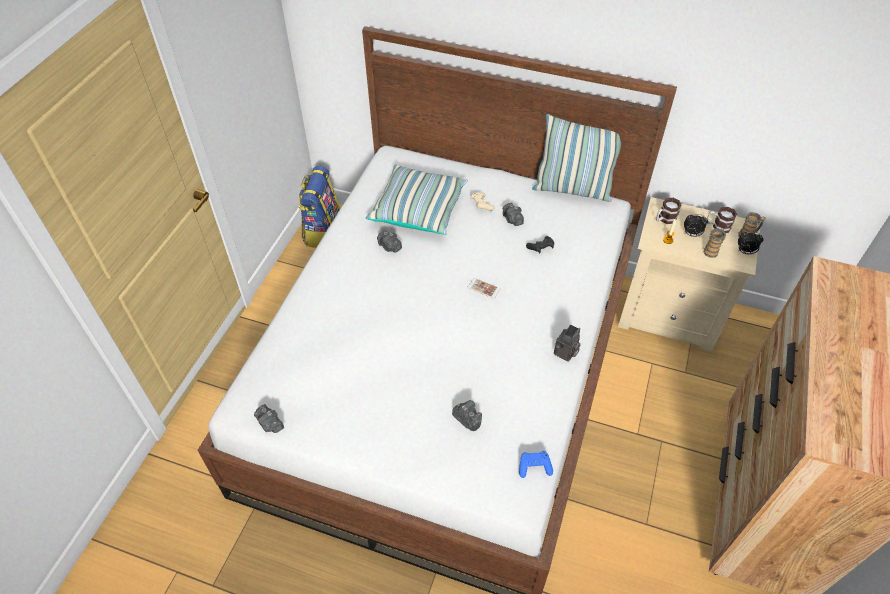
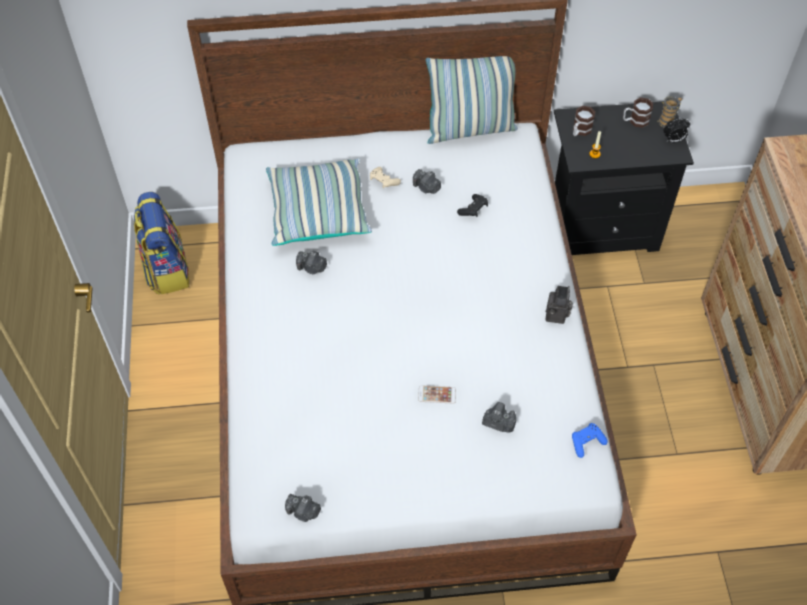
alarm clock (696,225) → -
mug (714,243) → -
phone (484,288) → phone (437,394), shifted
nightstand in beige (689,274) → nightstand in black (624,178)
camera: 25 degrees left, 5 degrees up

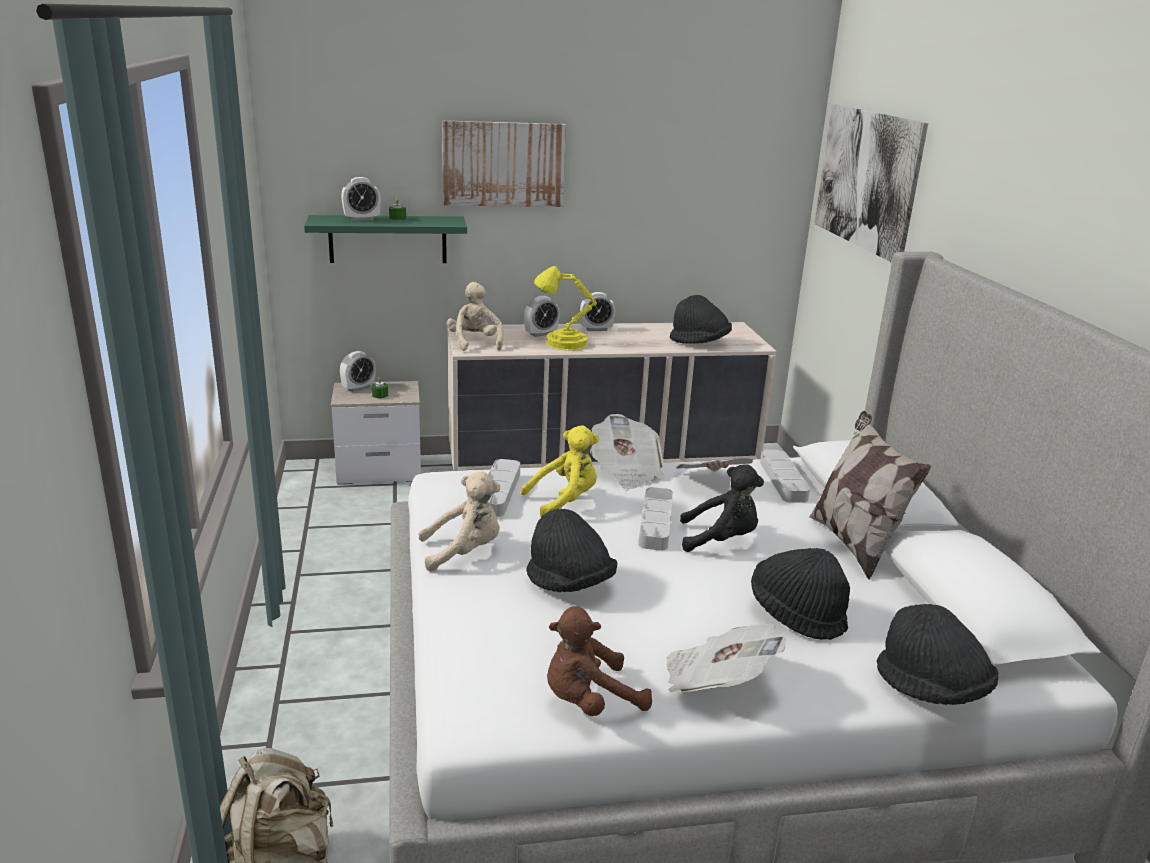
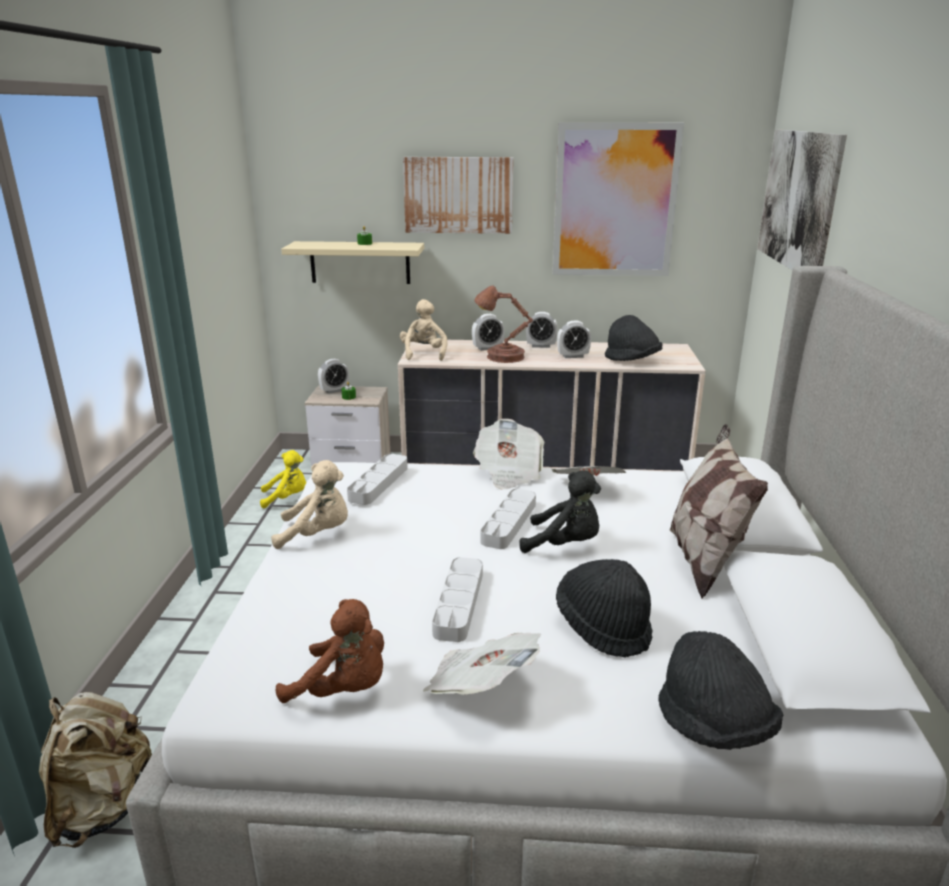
hat in black (571,550) → -
- → picture (618,199)
alarm clock (361,199) → alarm clock (574,339), shifted
plush toy in yellow (560,471) → plush toy in yellow (283,479), shifted
tray in grey (785,476) → tray in grey (457,599), shifted
shelf in green (385,239) → shelf in beige (352,262)
table lamp in yellow (565,308) → table lamp in brown (503,324)
plush toy in brown (599,661) → plush toy in brown (330,651), 150 degrees counterclockwise
camera: 15 degrees right, 0 degrees up

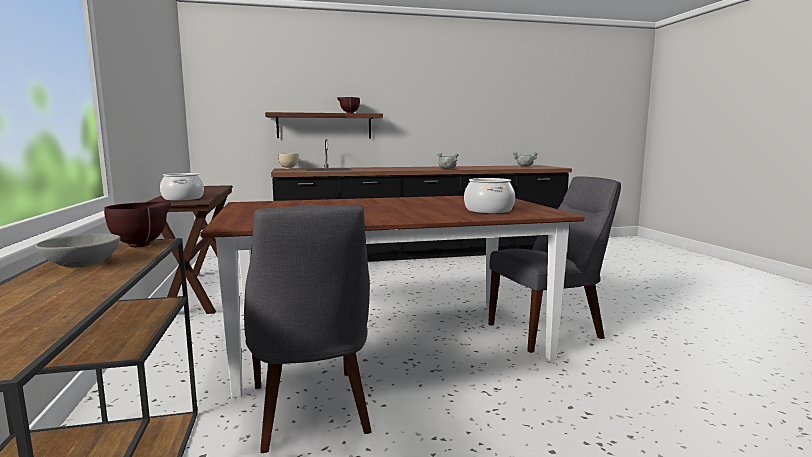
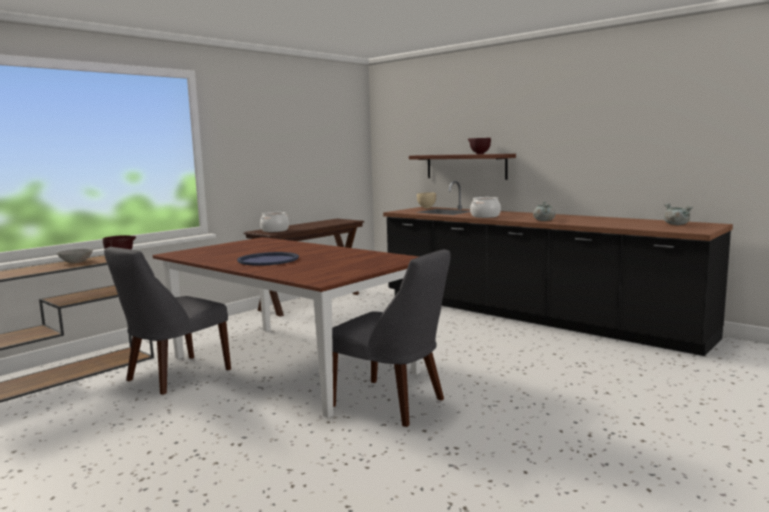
- → tray in blue (268,259)
cooking pot (489,196) → cooking pot (485,207), shifted
camera: 55 degrees right, 0 degrees up

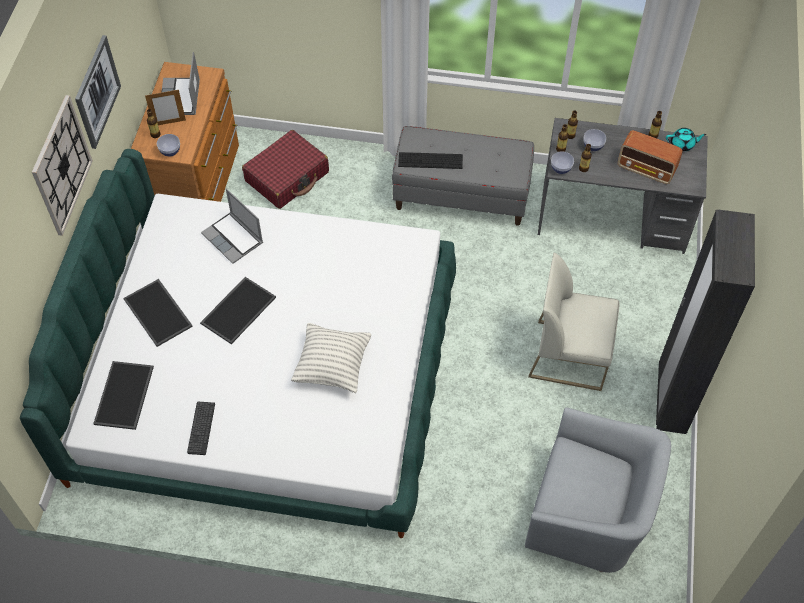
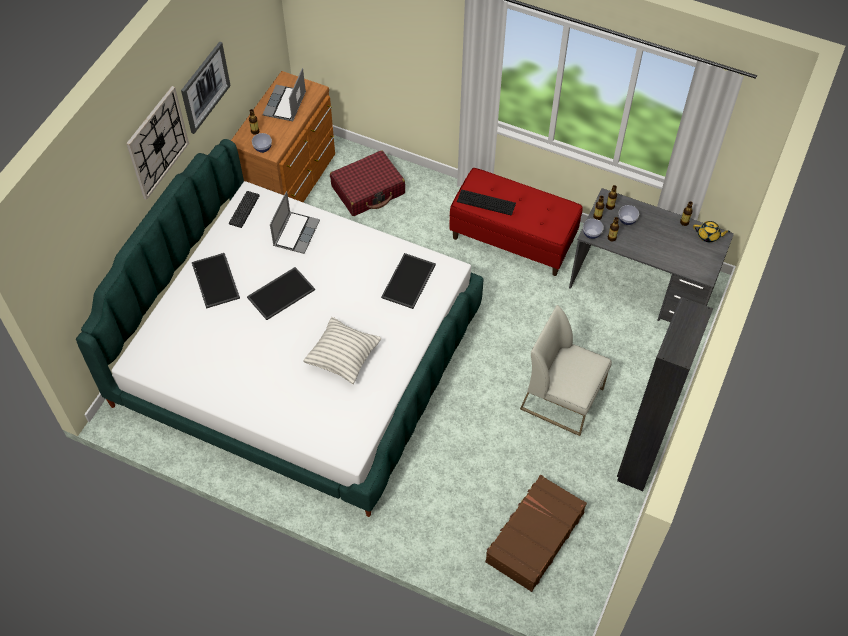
picture frame (165,107) → -
radio (650,157) → -
tray (123,395) → tray (408,281), shifted
keyboard (201,428) → keyboard (244,209), shifted
armchair in grey (598,490) → suitcase in brown (536,533)
bench in grey (463,176) → bench in red (516,222)
teapot in turquoise (686,139) → teapot in yellow (711,231)
laptop (232,226) → laptop (295,222), 135 degrees counterclockwise
camera: 15 degrees right, 0 degrees up

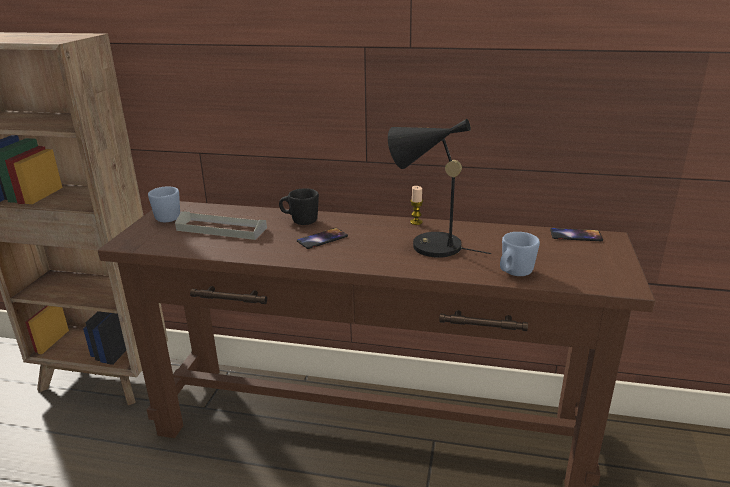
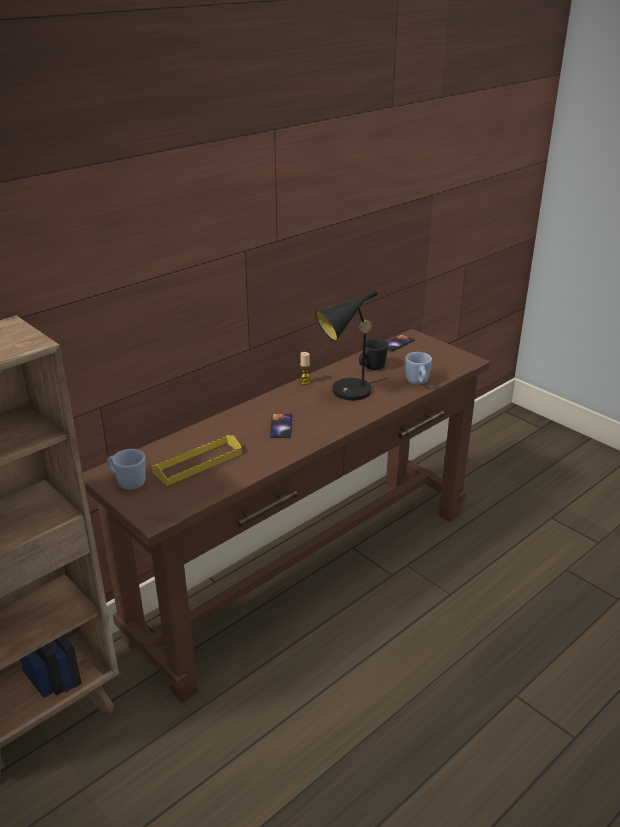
mug in black (299,206) → mug in black (373,354), shifted
tray in grey (221,225) → tray in yellow (197,460)
camera: 55 degrees left, 5 degrees up

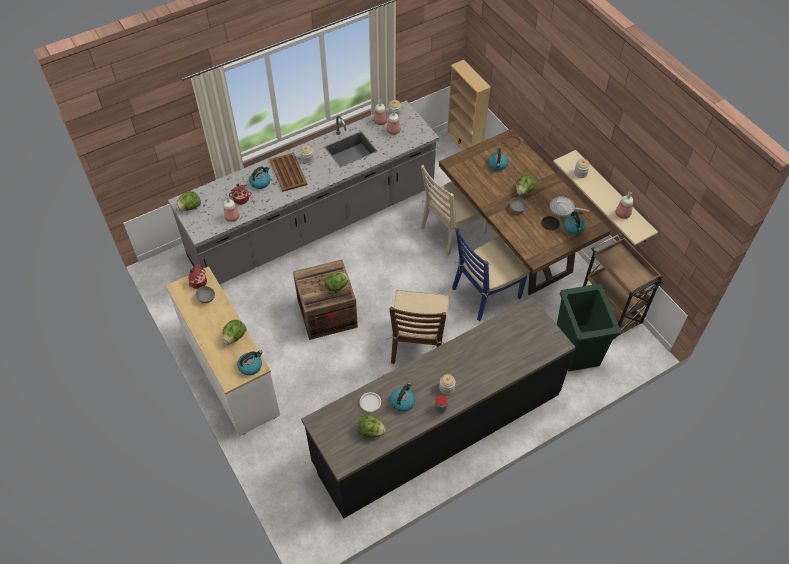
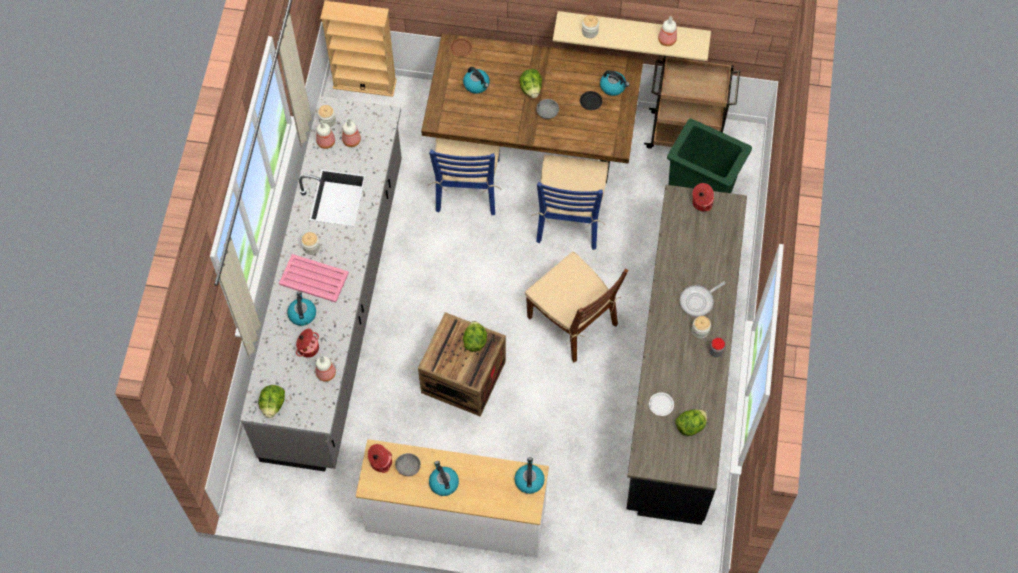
lettuce (234,332) → -
- → cooking pot (703,197)
kettle (402,397) → kettle (444,478), shifted
frying pan (569,206) → frying pan (703,299), shifted
tray in brown (288,172) → tray in pink (314,278)
chair in beige (454,210) → chair in blue (465,176)
camera: 50 degrees left, 10 degrees up

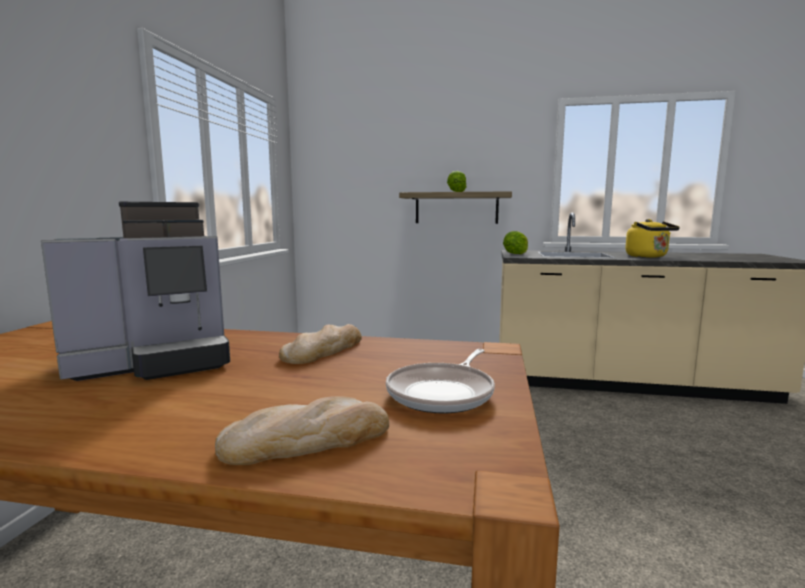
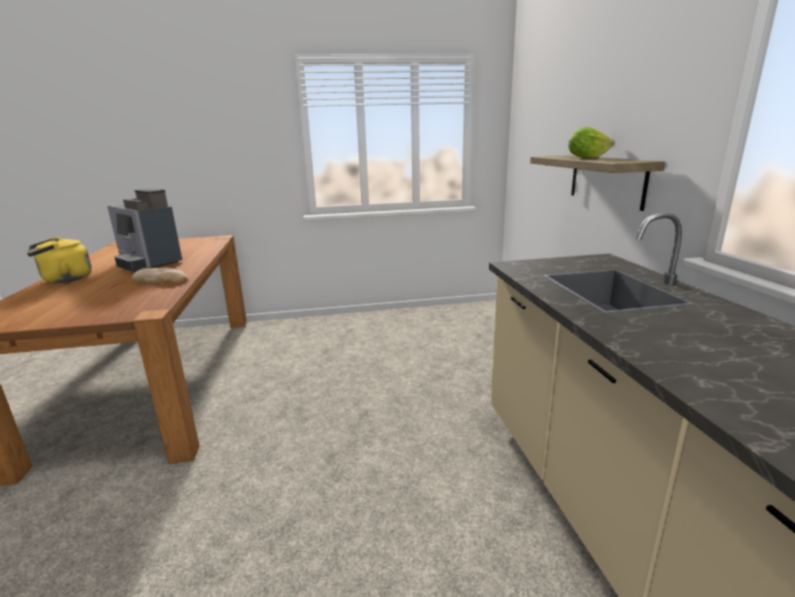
bread (302,430) → -
frying pan (440,381) → -
lettuce (515,242) → -
kettle in yellow (652,238) → kettle in yellow (59,260), shifted
camera: 70 degrees right, 10 degrees up

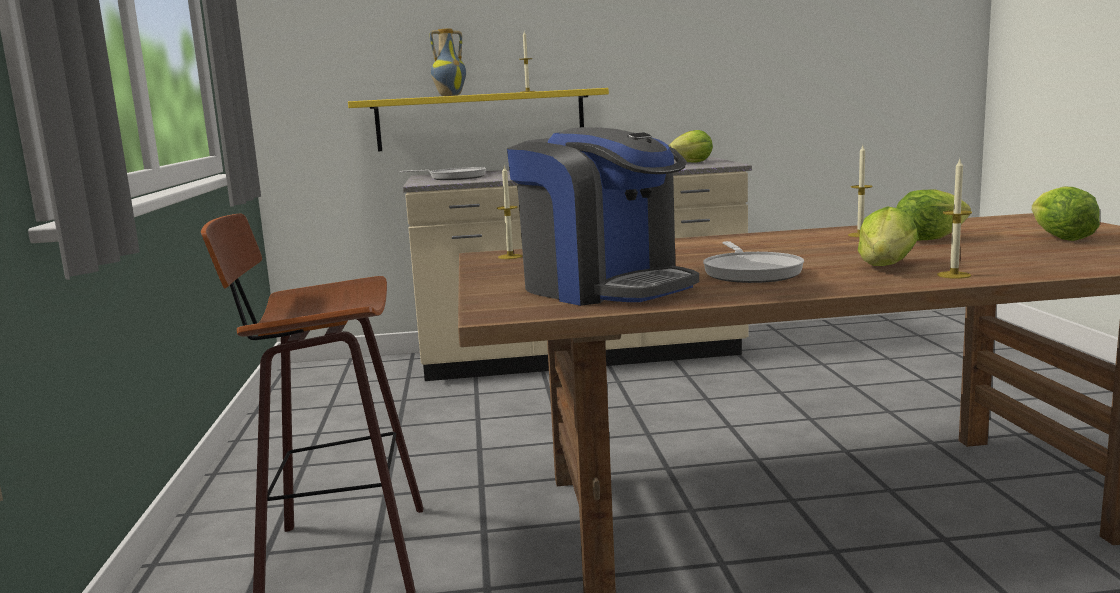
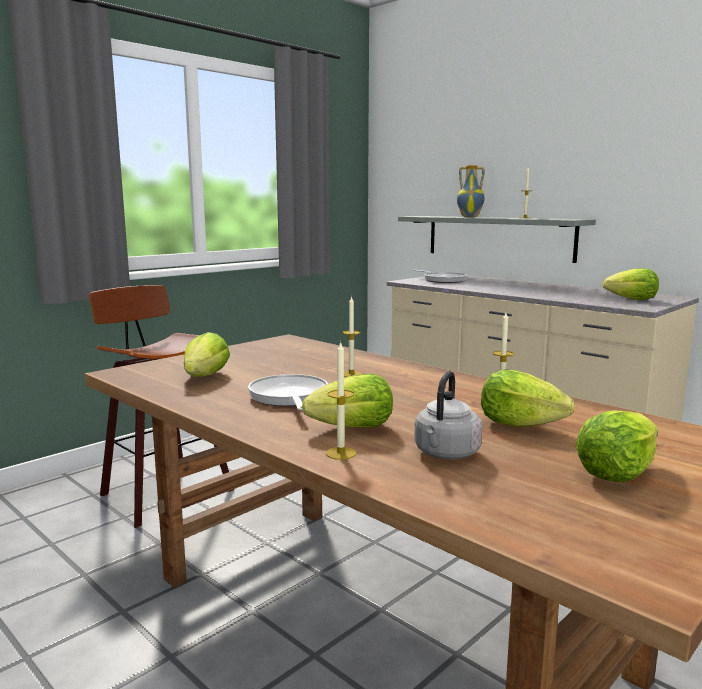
- → kettle in grey (448,415)
candle (509,212) → candle (352,336), shifted
coffee machine (603,216) → lettuce (207,354)
shelf in yellow (478,119) → shelf in grey (497,239)
frying pan (753,262) → frying pan (288,392), 120 degrees clockwise
camera: 50 degrees right, 0 degrees up

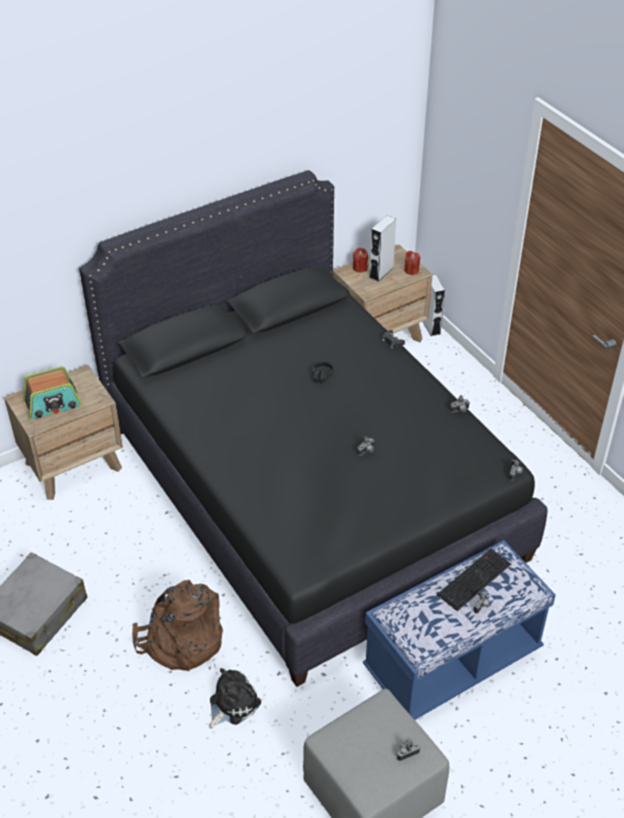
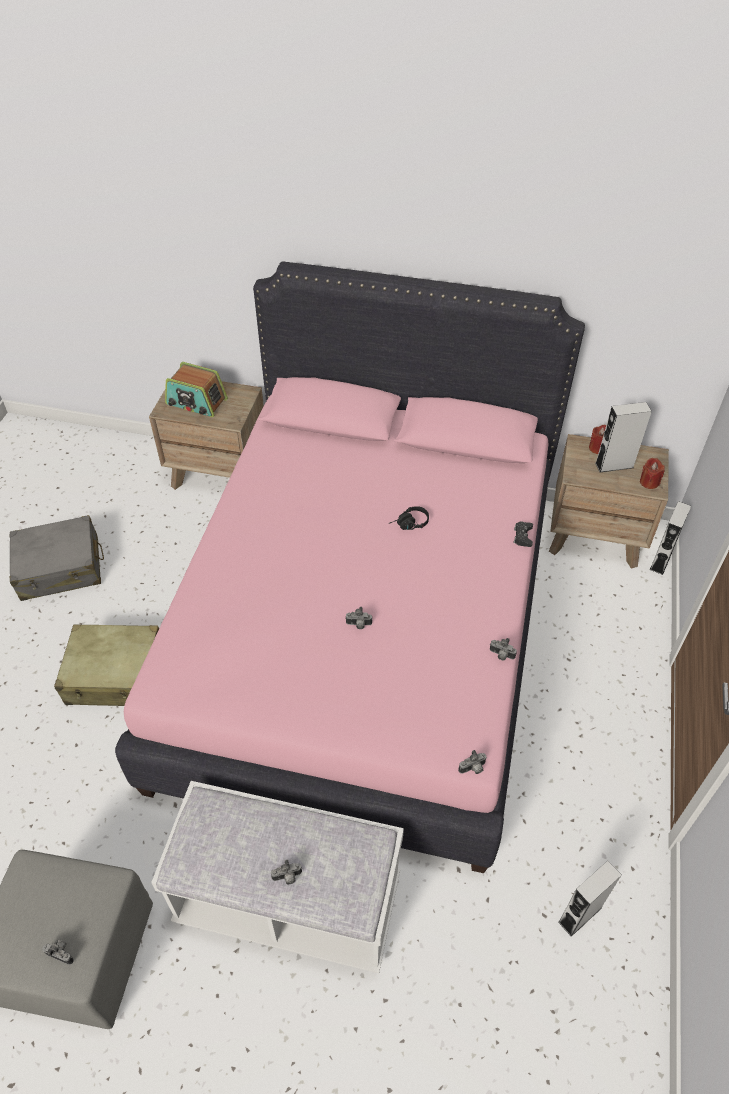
plush toy (235,698) → -
keyboard (474,580) → -
- → speaker in grey (589,899)
backpack in brown (177,625) → suitcase in beige (106,665)
bed in black (313,428) → bed in pink (350,567)
bench in blue (459,630) → bench in white (277,877)
camera: 45 degrees right, 5 degrees up

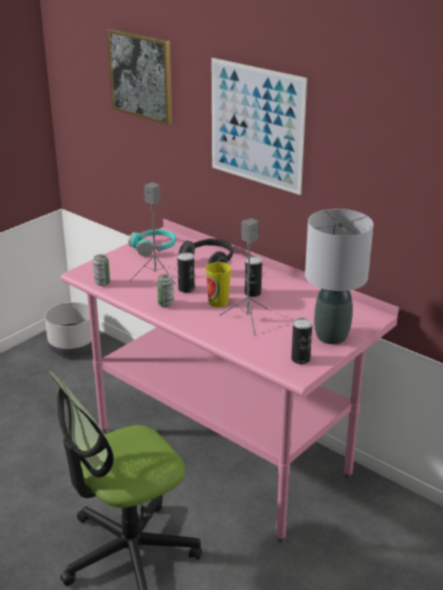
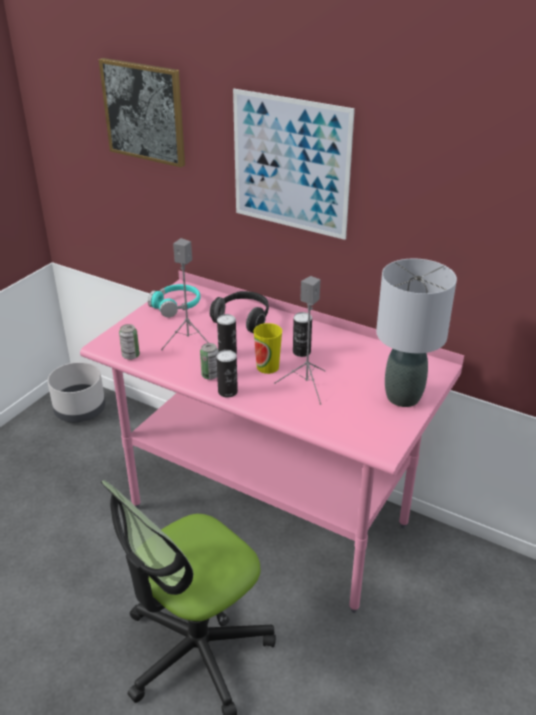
can (301,341) → can (227,374), shifted
camera: 10 degrees left, 5 degrees up

